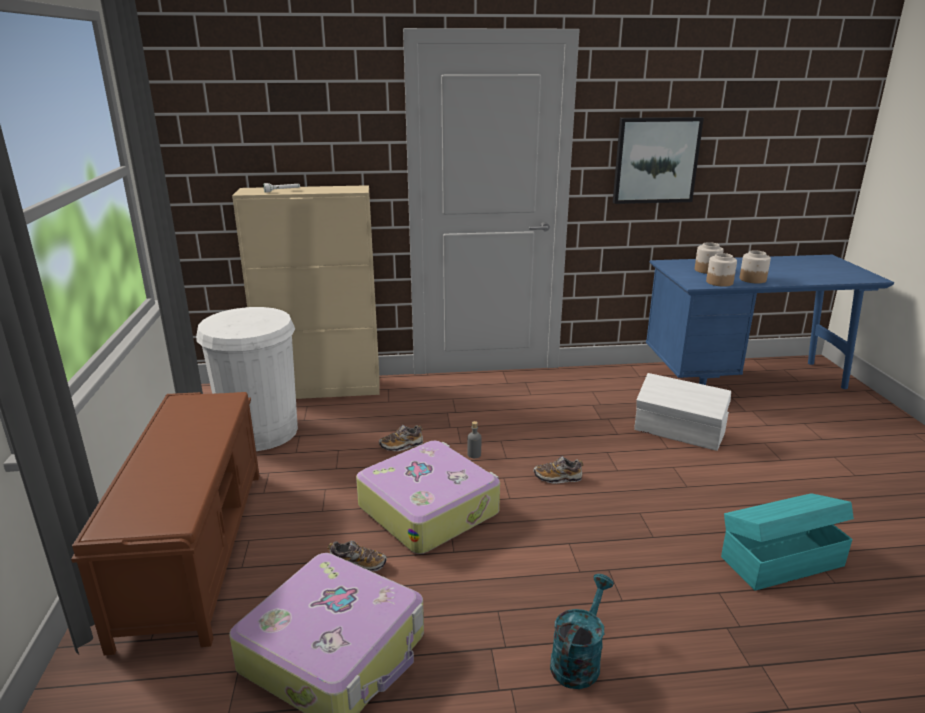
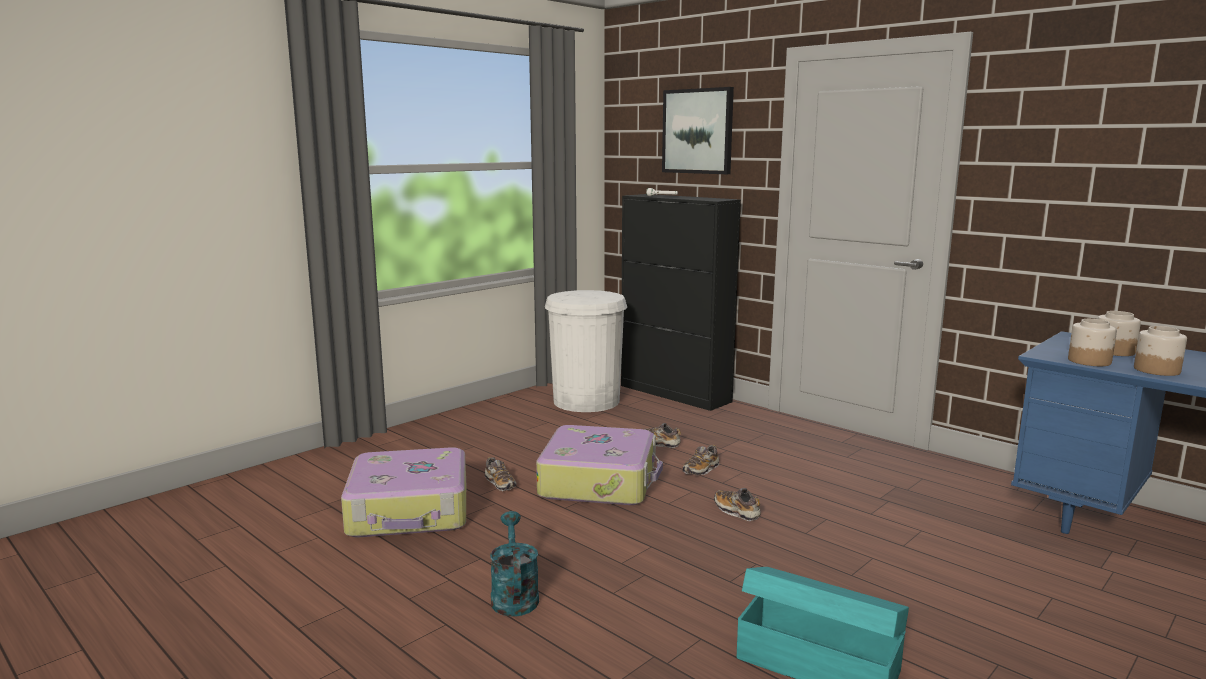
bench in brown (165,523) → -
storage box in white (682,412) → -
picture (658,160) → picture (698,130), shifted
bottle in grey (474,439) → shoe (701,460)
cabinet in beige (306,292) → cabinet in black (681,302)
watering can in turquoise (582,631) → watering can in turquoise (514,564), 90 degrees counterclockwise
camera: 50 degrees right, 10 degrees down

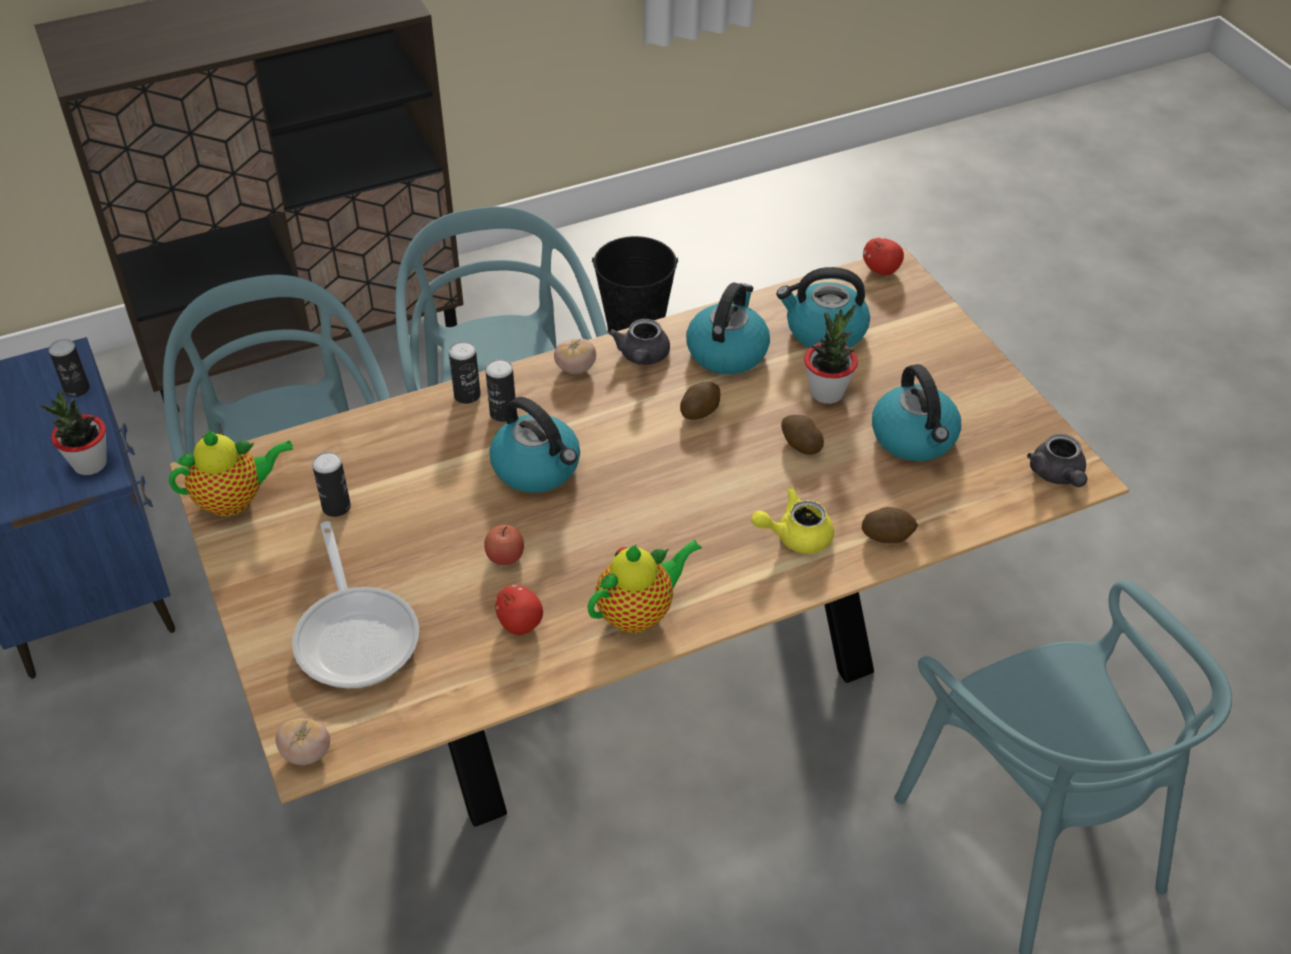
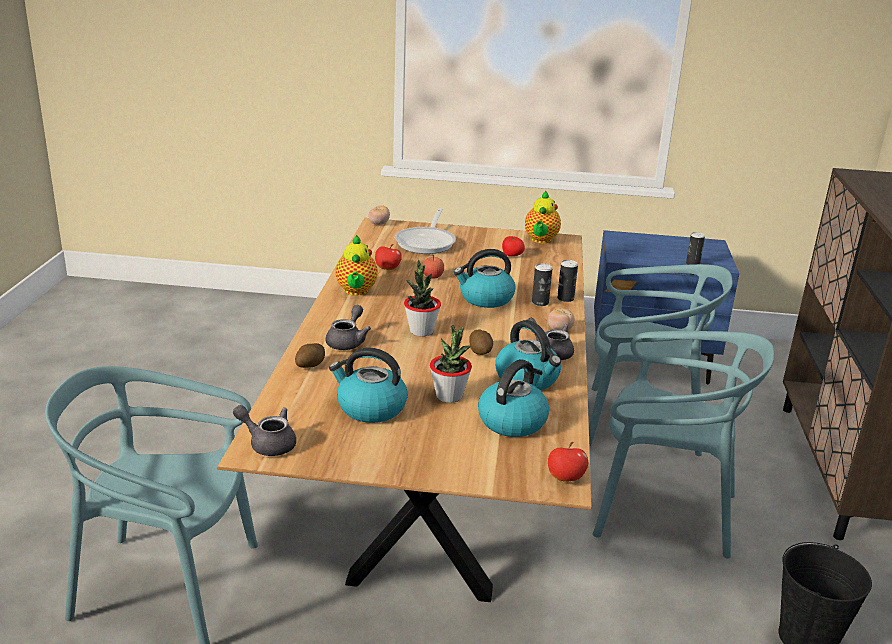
potato (802,435) → -
potted plant (74,433) → potted plant (422,298), shifted
can (331,484) → tomato (513,246)
teapot in yellow (792,520) → teapot in grey (348,327)
frying pan (355,604) → frying pan (425,231), 90 degrees counterclockwise
camera: 120 degrees right, 20 degrees down

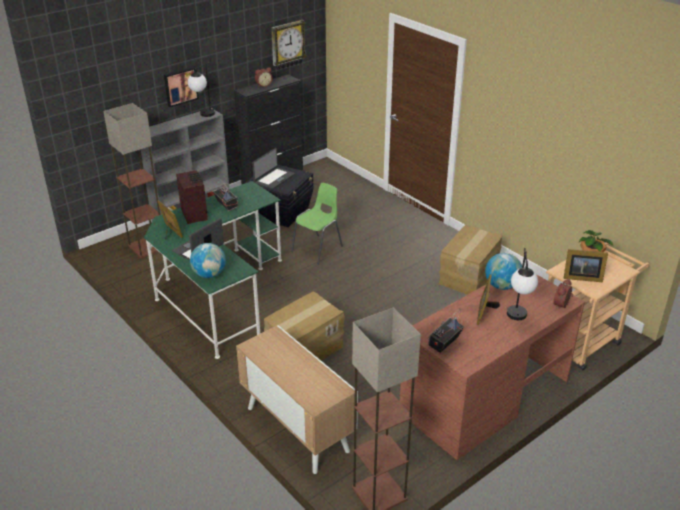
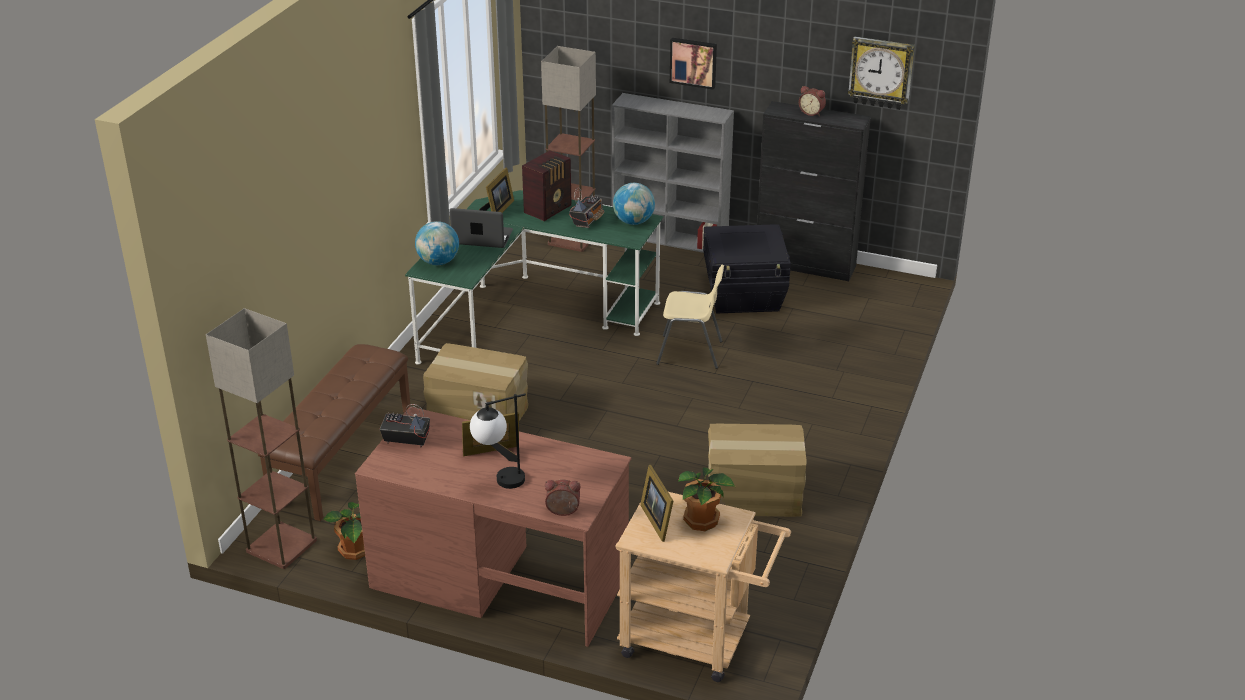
table lamp (201,89) → -
laptop (273,168) → -
- → potted plant (344,531)
globe (503,271) → globe (634,204), shifted
cabinet (297,399) → bench in brown (334,432)
chair in green (317,223) → chair in beige (690,317)
camera: 60 degrees right, 0 degrees up

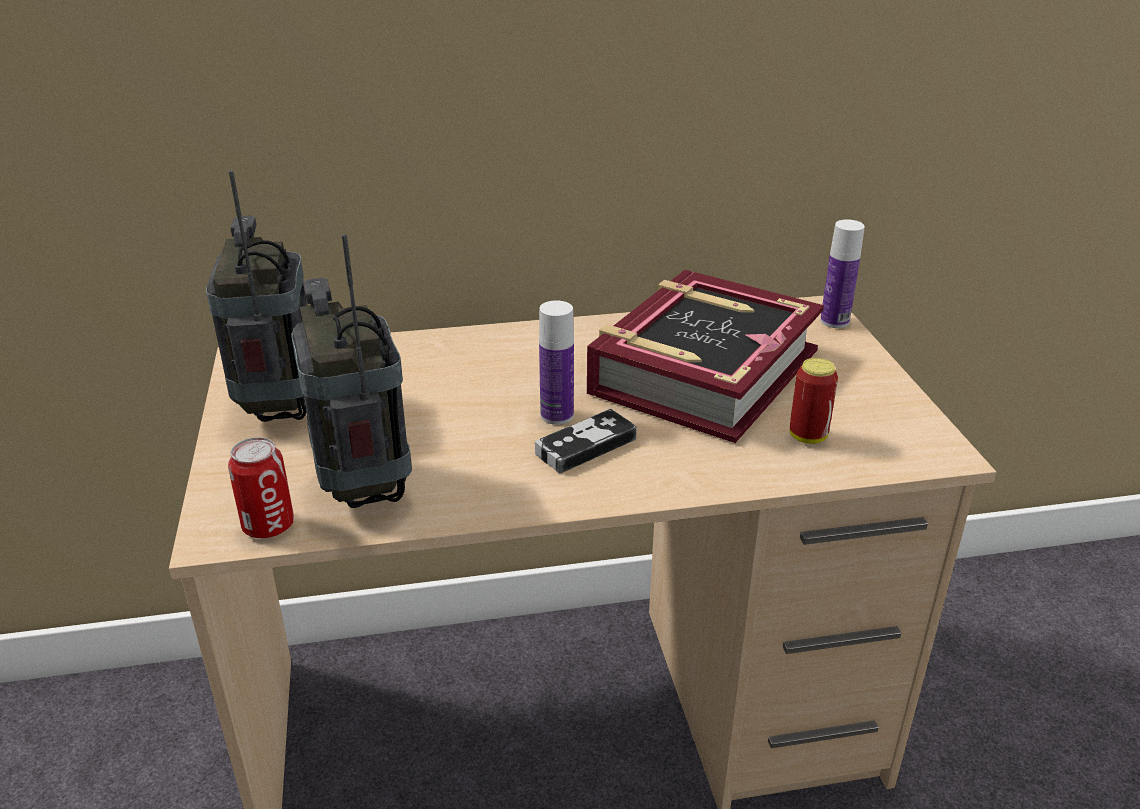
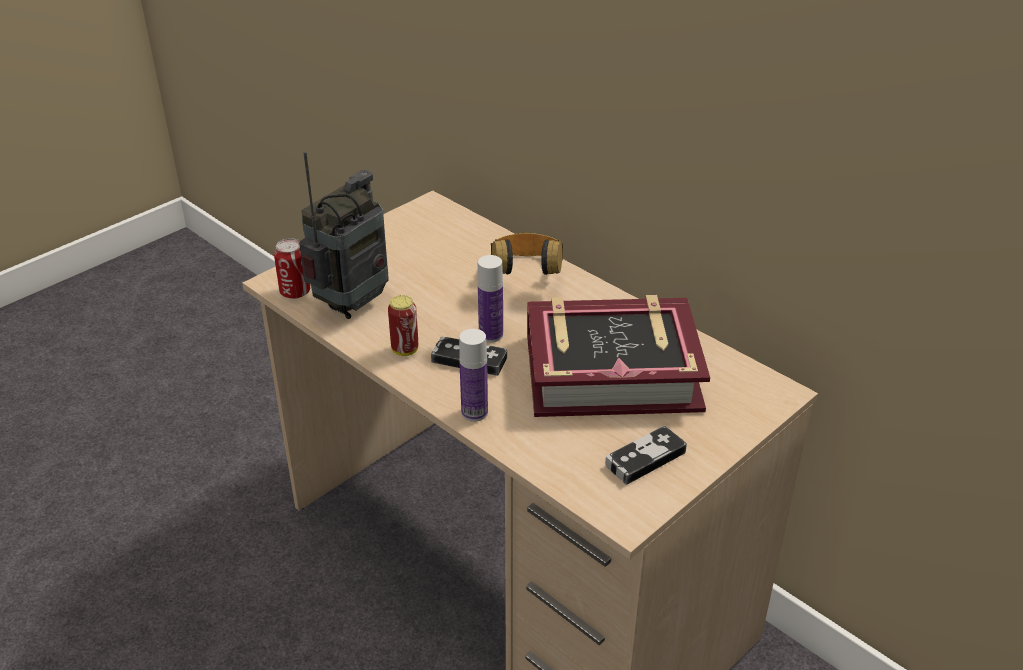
radio (256,296) → -
- → headphones (527,254)
- → game controller (646,455)
can (814,401) → can (403,325), shifted
bottle (842,273) → bottle (473,375), shifted
camera: 55 degrees right, 5 degrees up

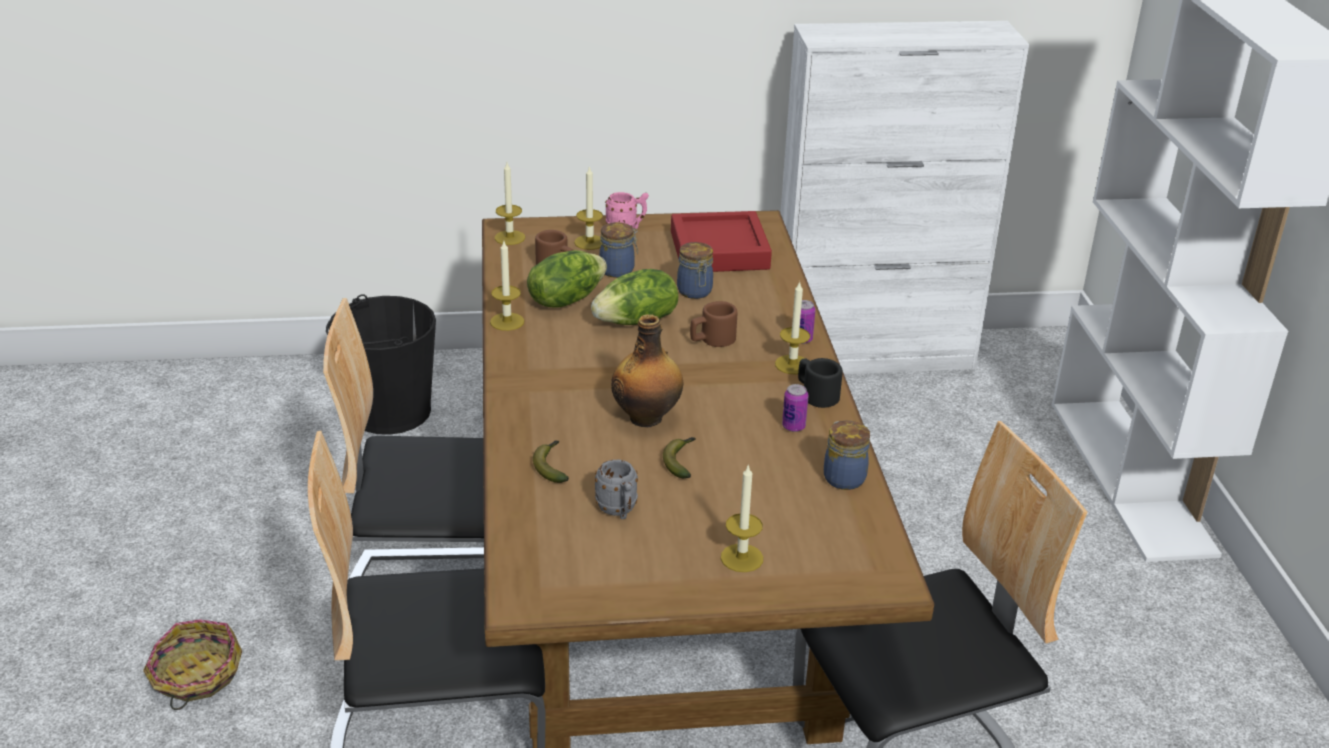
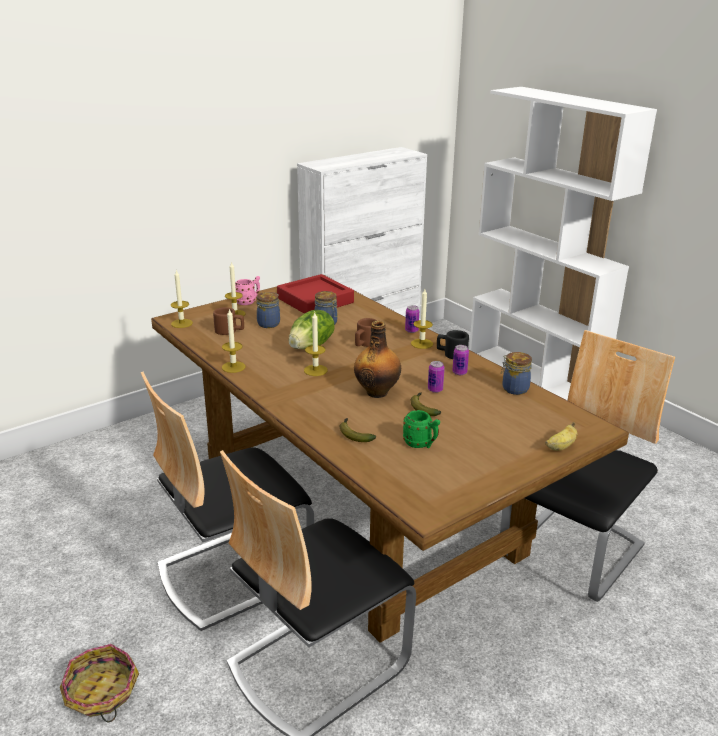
bucket in black (381,364) → -
lettuce (567,279) → -
- → can (436,377)
- → banana (561,436)
candle (742,518) → candle (316,344), shifted
mug in grey (616,489) → mug in green (421,429)
camera: 30 degrees left, 5 degrees down

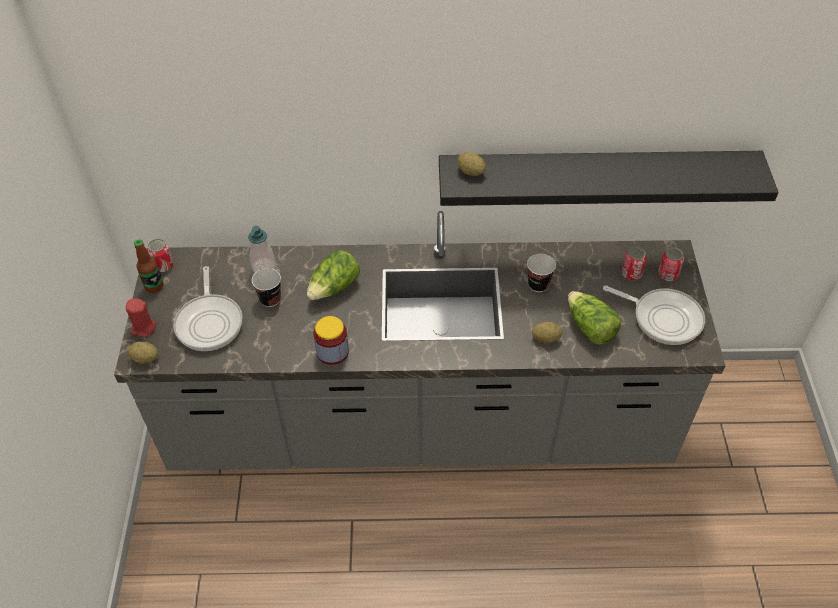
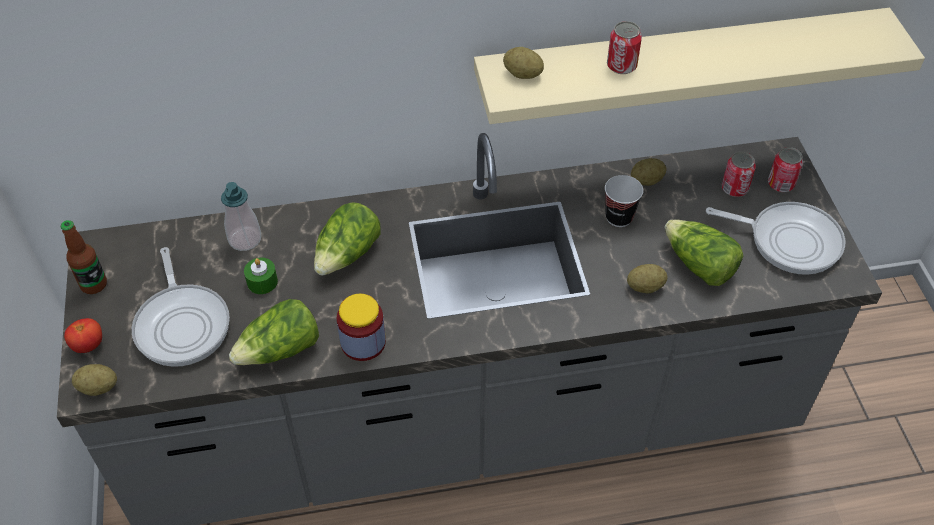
- → lettuce (274,332)
- → potato (649,172)
can (160,255) → can (624,47), shifted
candle in red (141,317) → tomato (83,335)
cup (266,287) → candle in green (261,276)
shelf in black (609,178) → shelf in beige (699,66)
camera: 10 degrees left, 0 degrees up

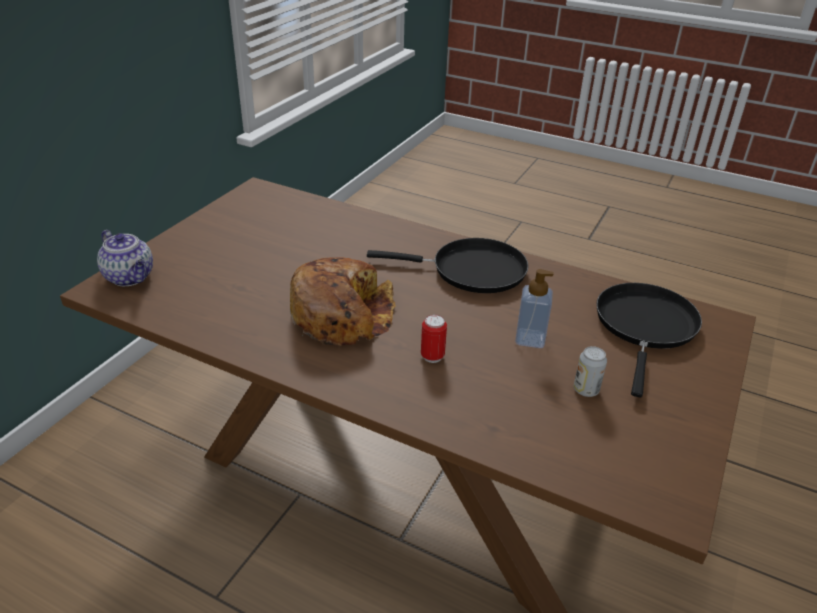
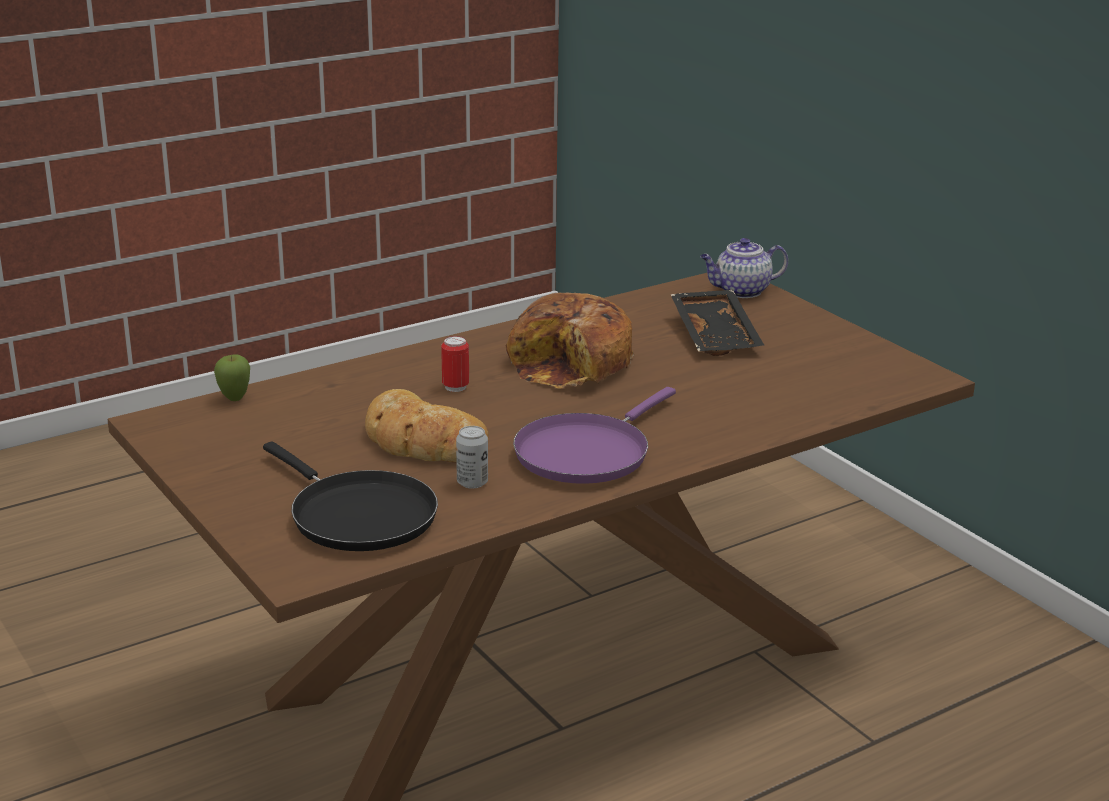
- → apple (232,377)
- → tray in black (717,323)
can (590,371) → can (472,457), shifted
soap dispenser (534,308) → bread (427,426)
frying pan in black (448,265) → frying pan in purple (594,435)
camera: 120 degrees right, 10 degrees down

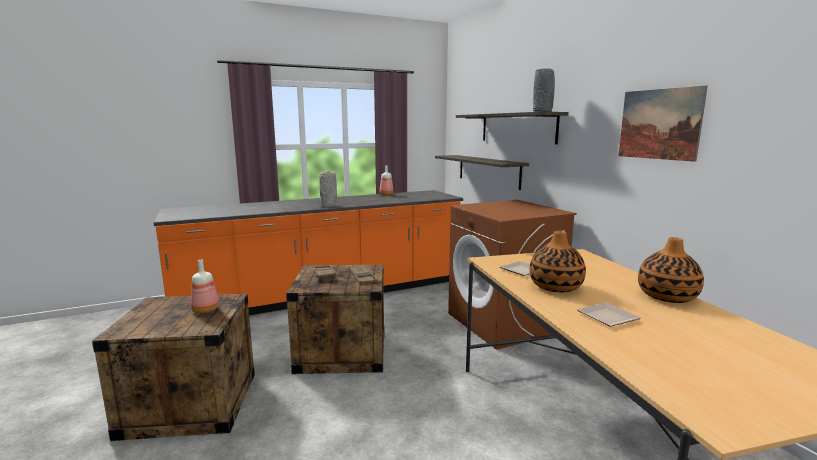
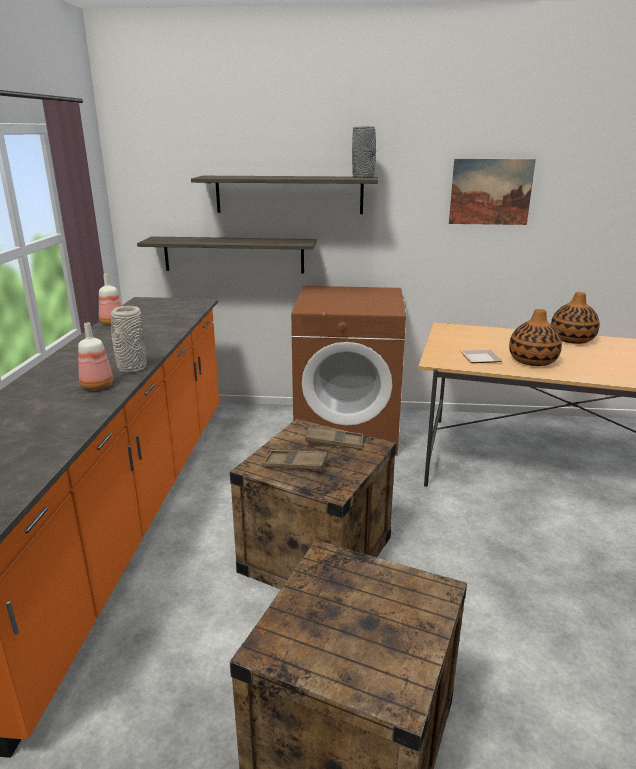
plate (609,315) → -
bottle (205,286) → bottle (95,356), shifted
camera: 60 degrees left, 10 degrees up

